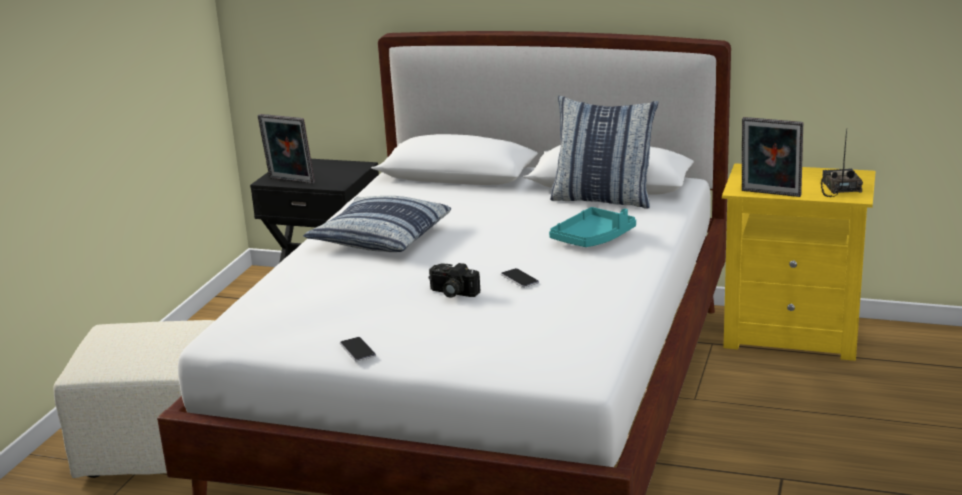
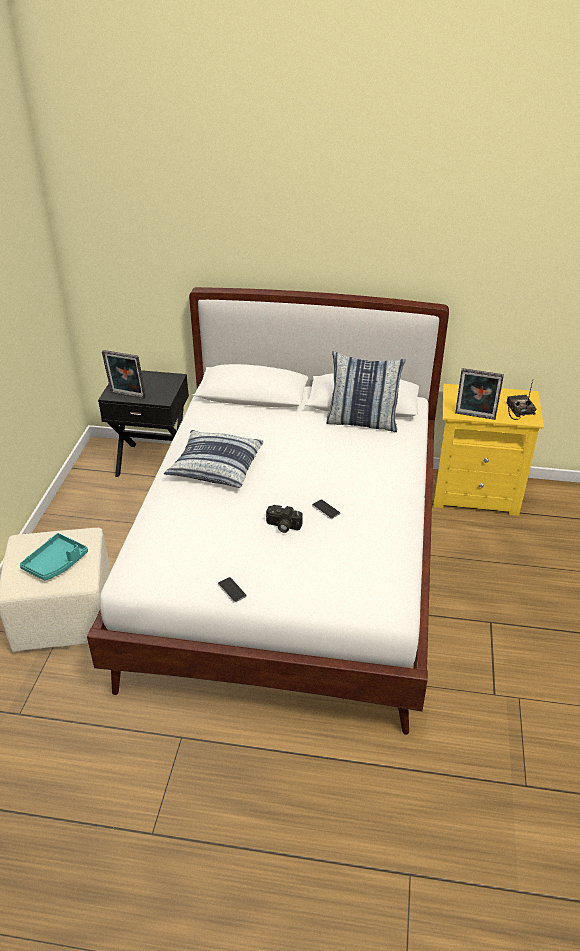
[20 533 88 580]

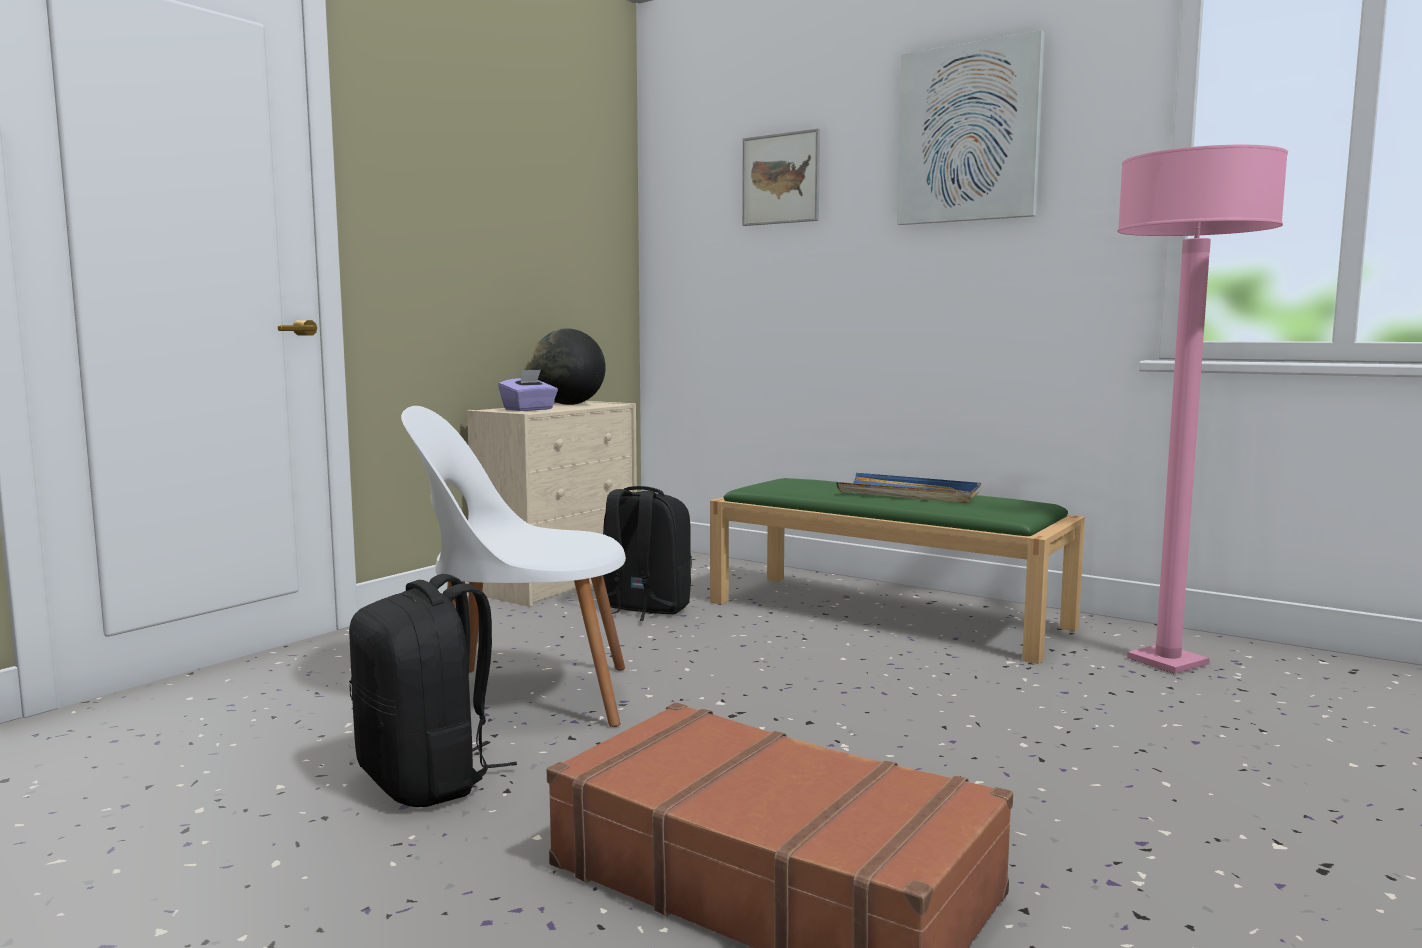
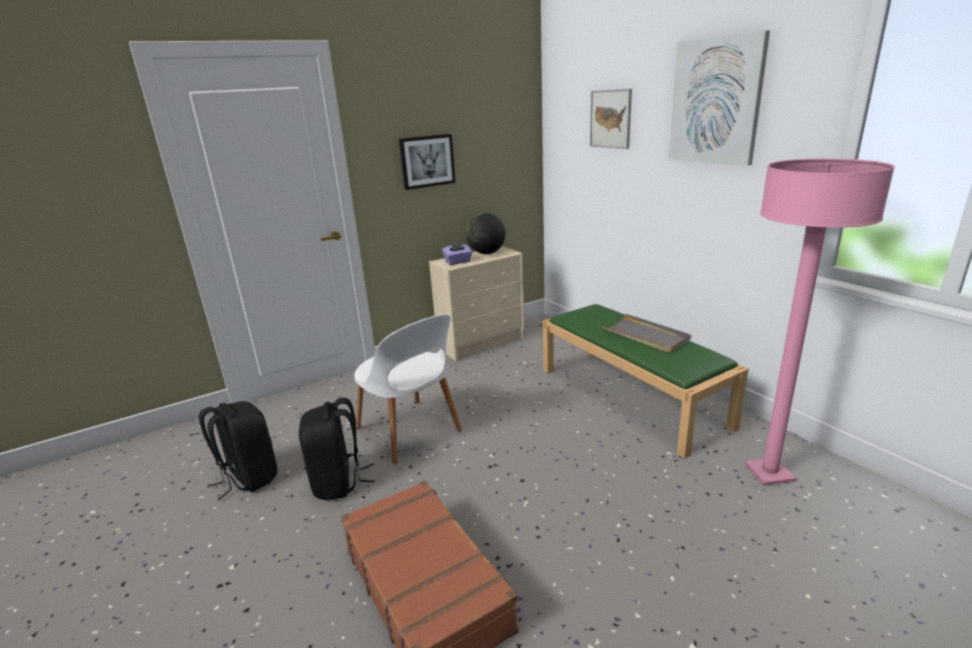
[354 314 462 465]
[602 314 691 353]
[199 401 278 500]
[399 134 455 190]

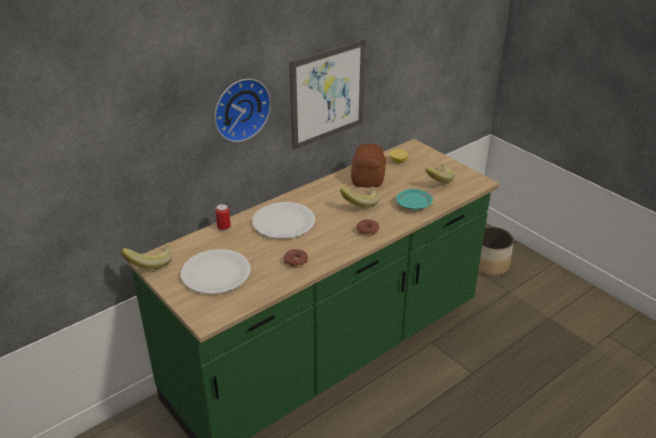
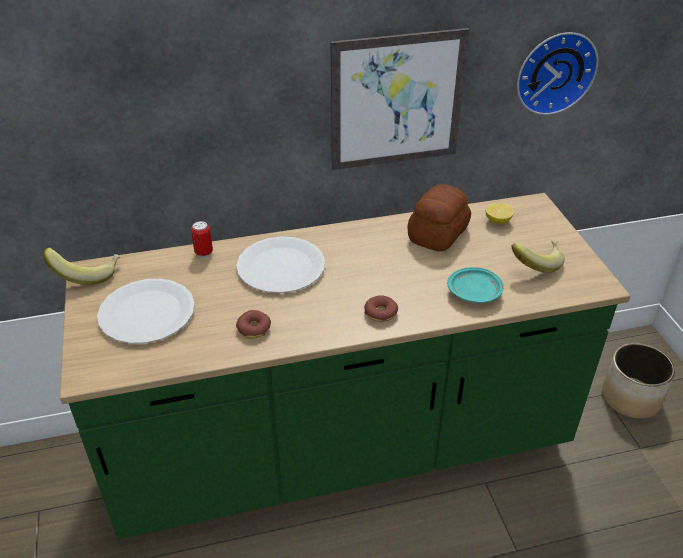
[517 32 598 115]
[340 187 379 208] (first image)

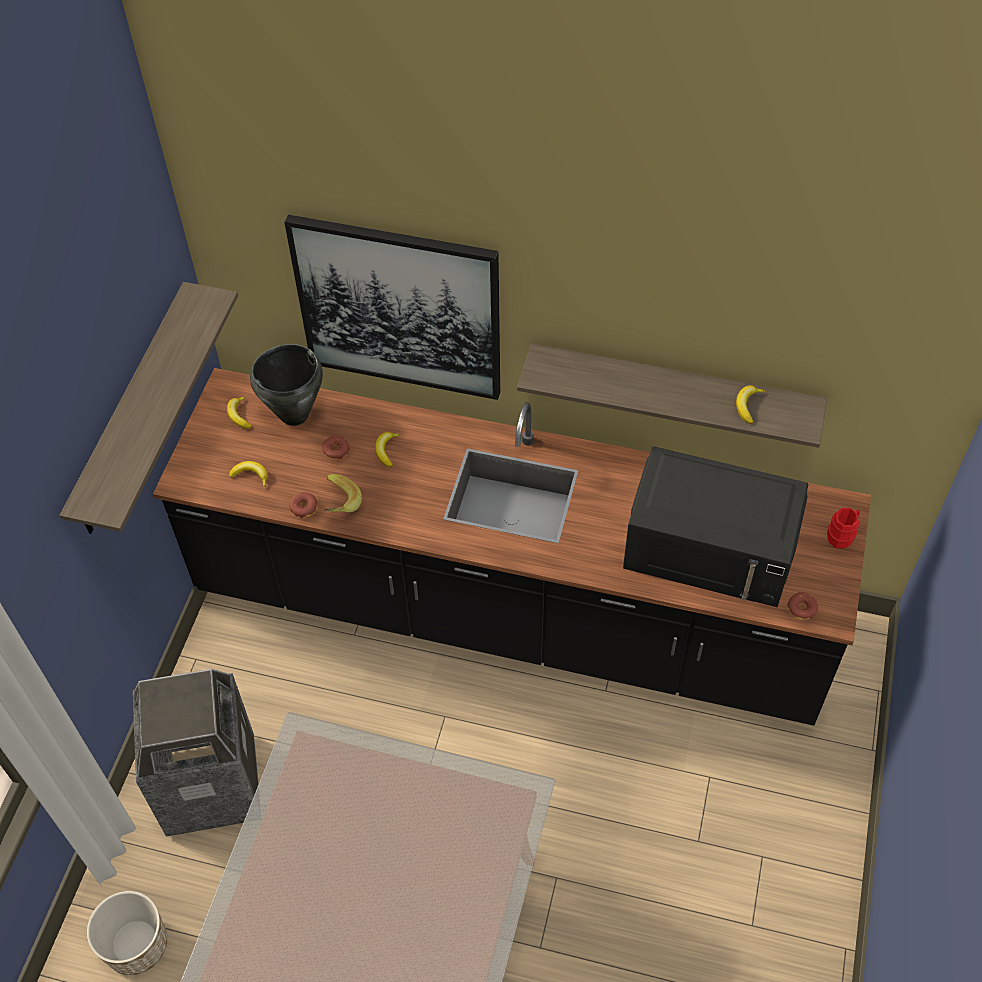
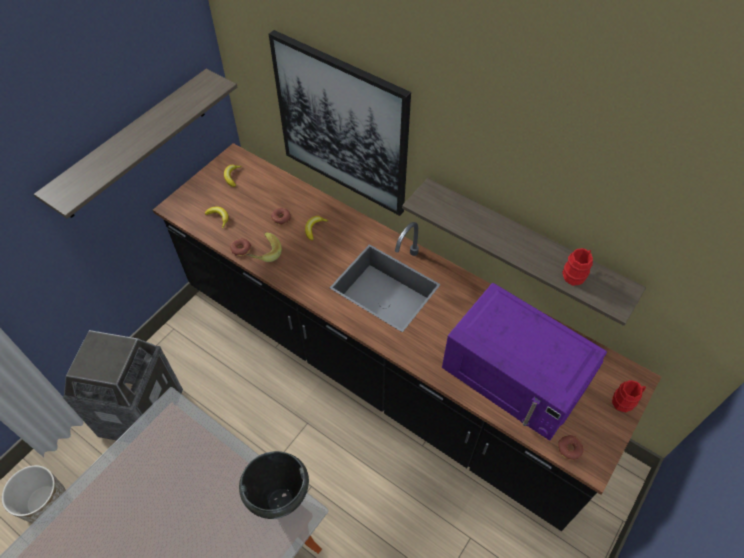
[239 451 309 519]
[562 248 593 286]
[442 283 607 441]

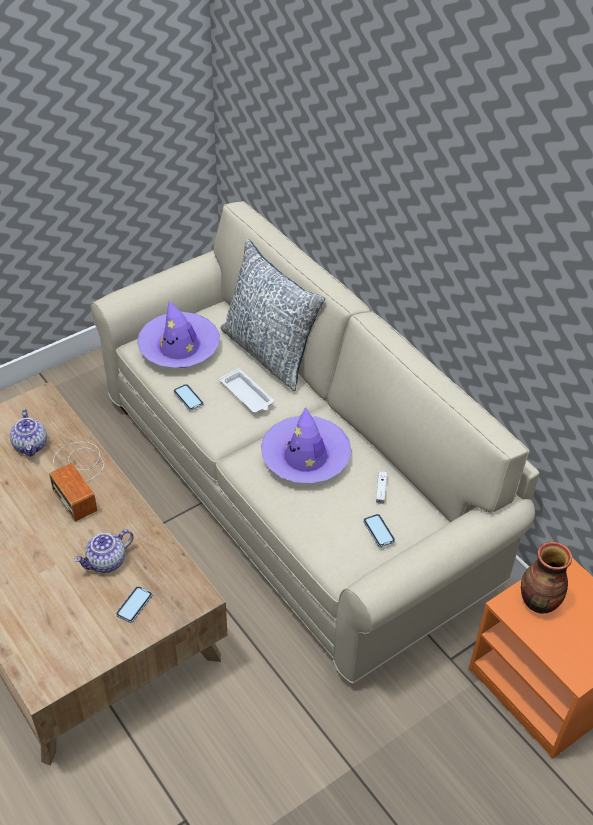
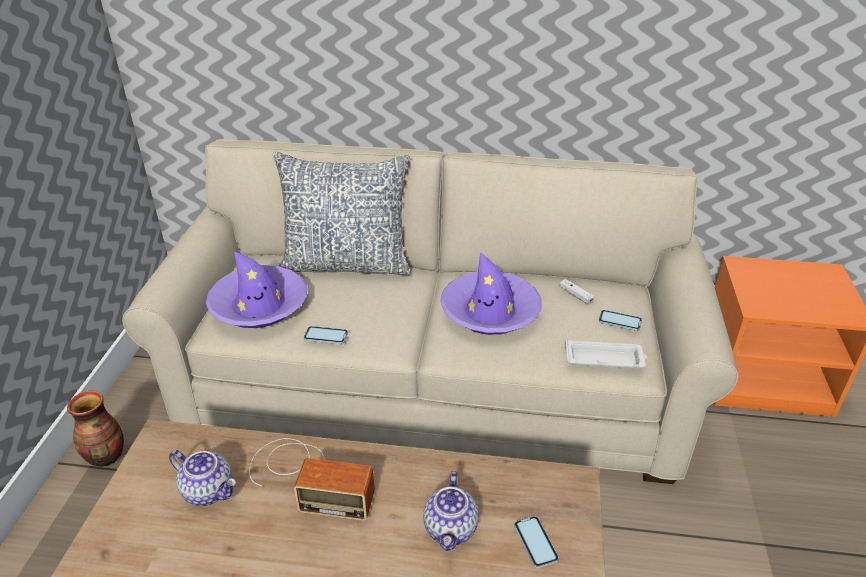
[565 340 647 368]
[67 391 124 467]

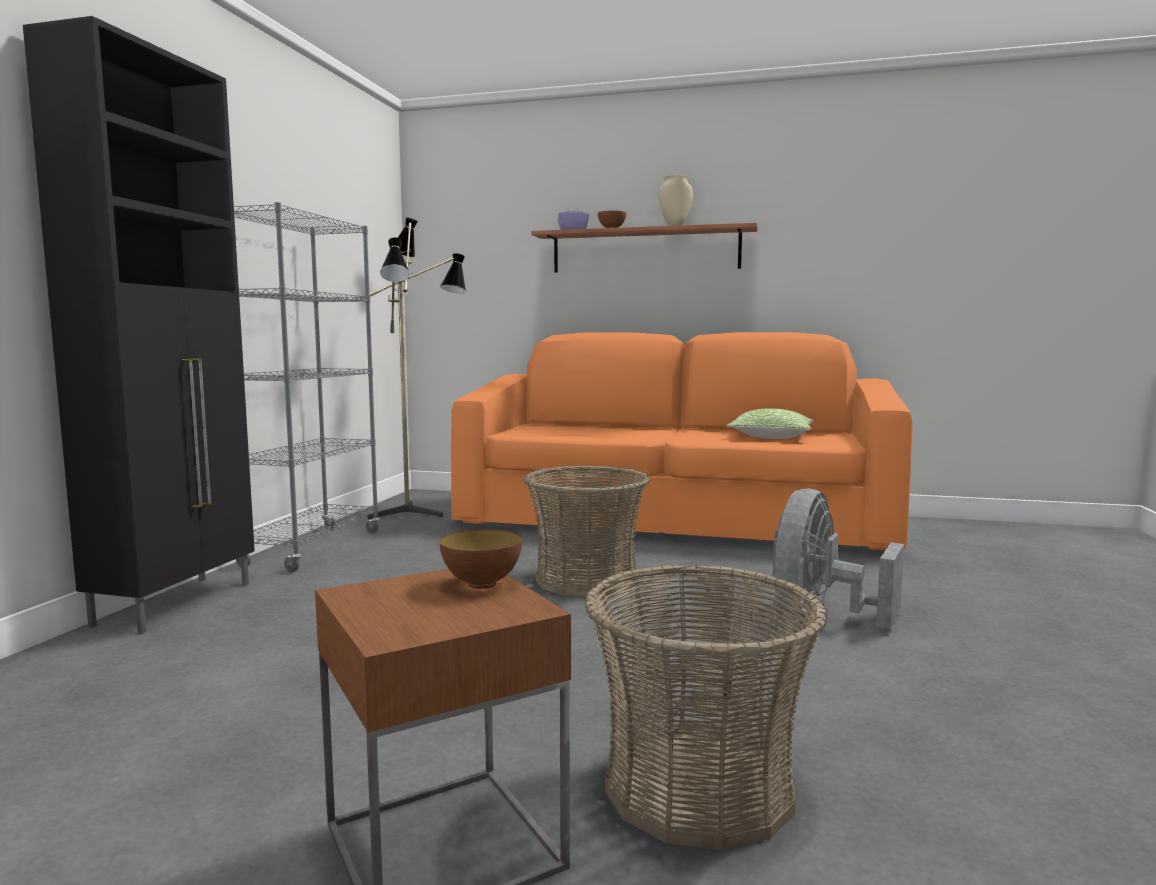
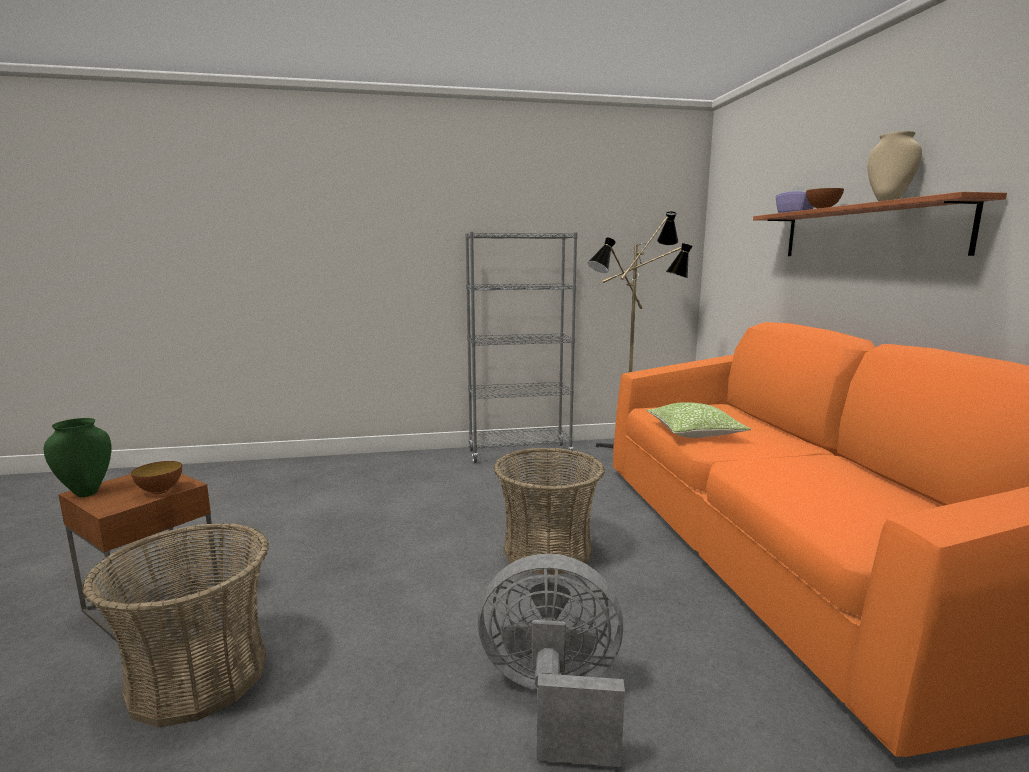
[23 16 255 634] (first image)
[647 402 751 438]
[44 418 112 497]

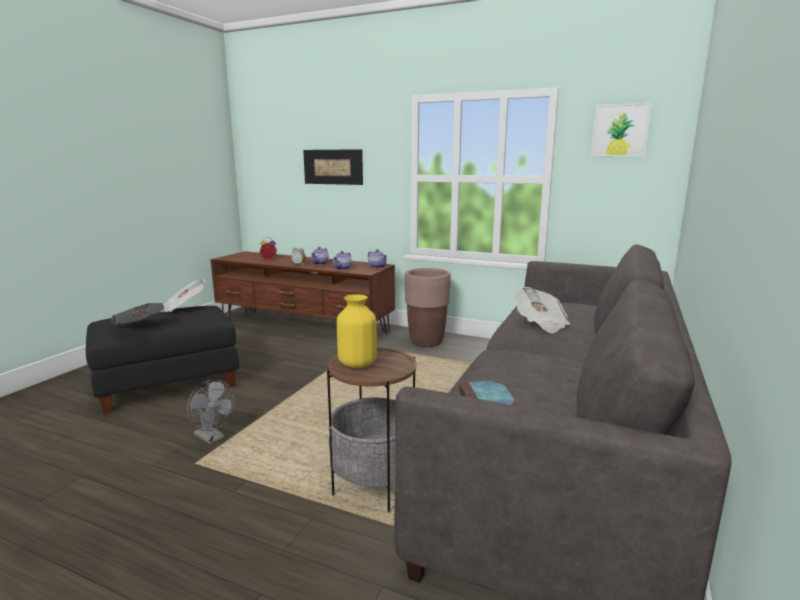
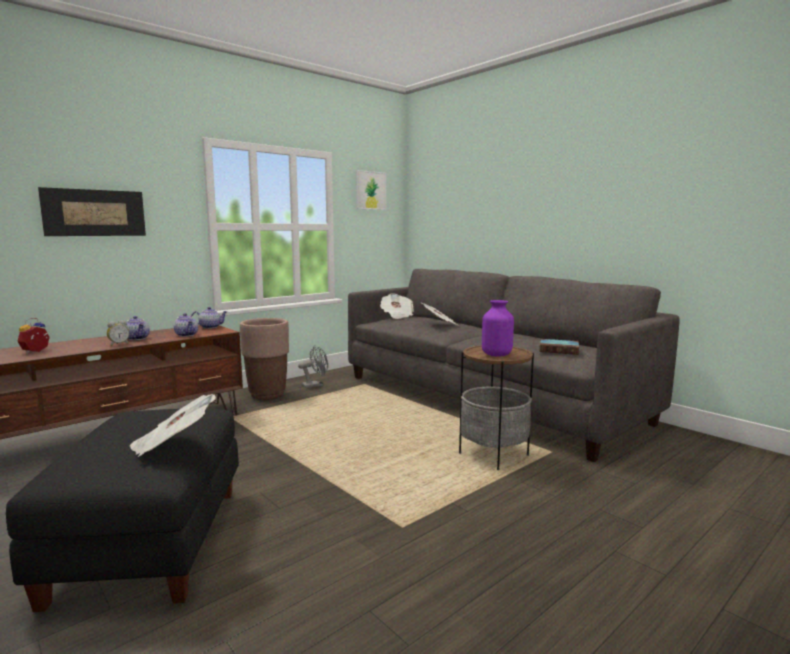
[380 294 414 319]
[482 300 514 357]
[298 345 328 388]

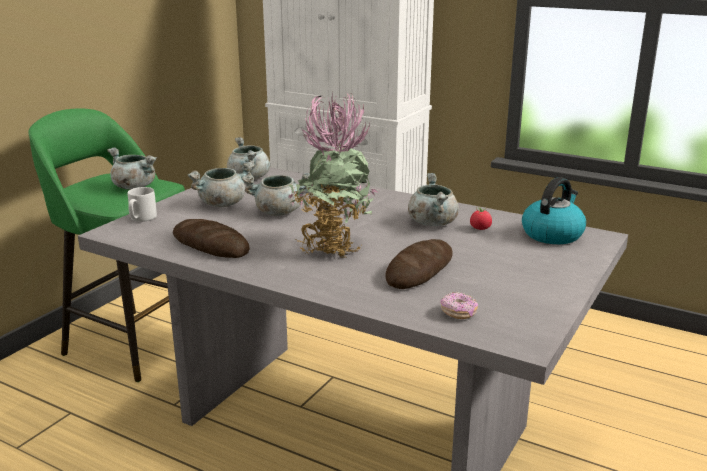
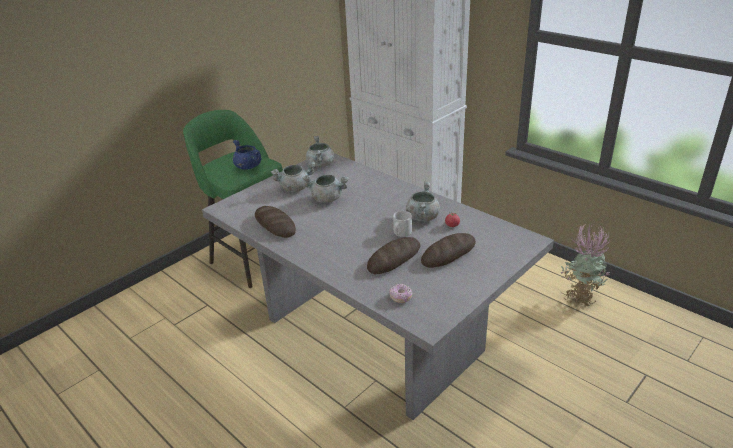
[561 222 610 307]
[232 140 261 170]
[522 177 586 244] (first image)
[393 211 412 237]
[421 233 476 268]

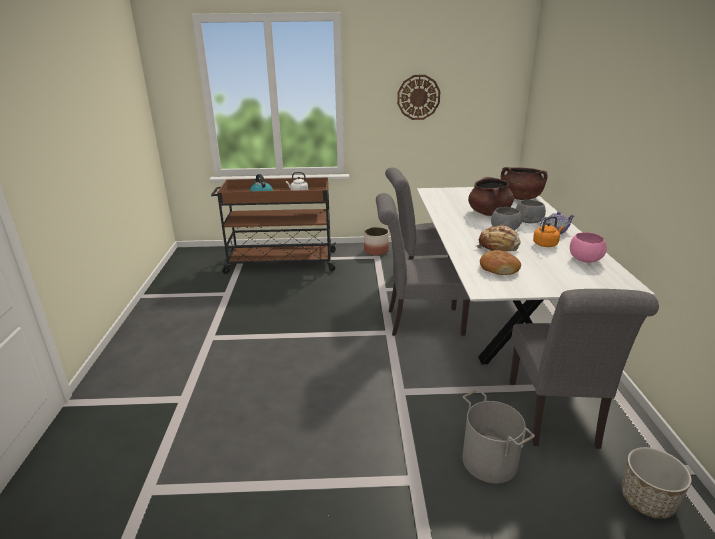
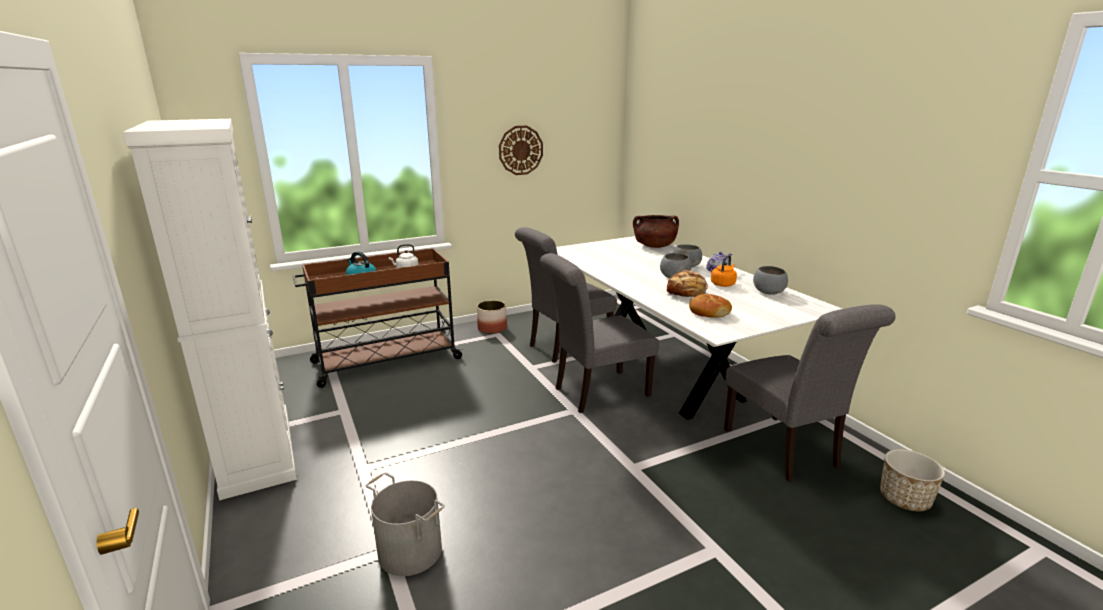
[468 177 514 216] (first image)
[753 266 788 295]
[365 472 445 576]
[123 119 297 500]

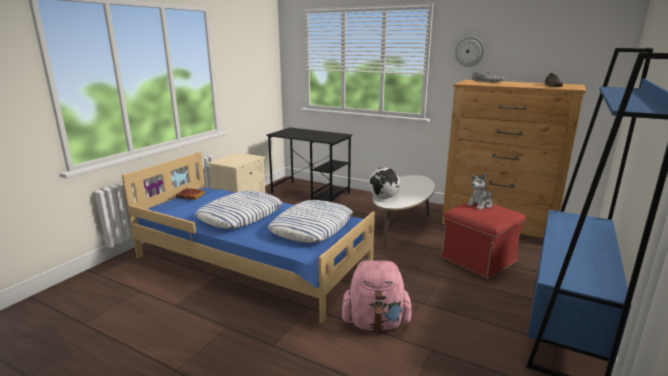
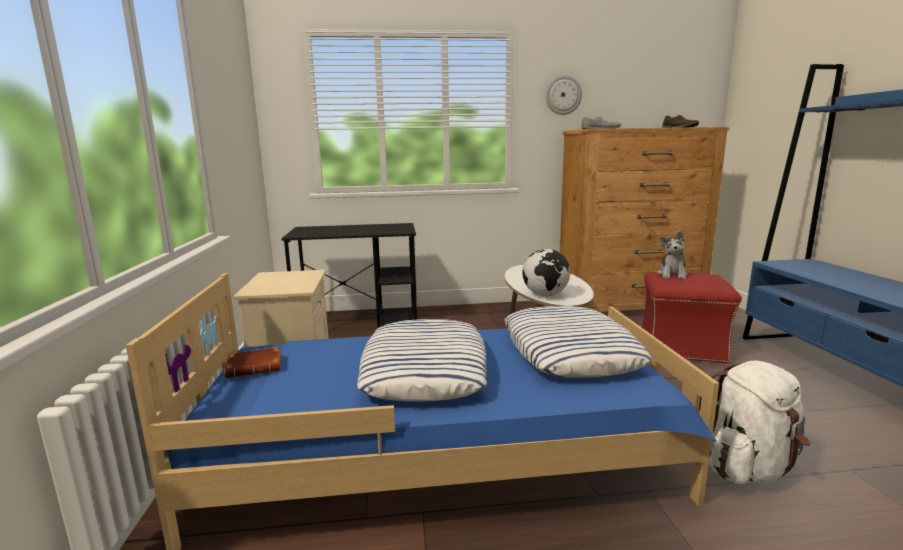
[699 360 811 484]

